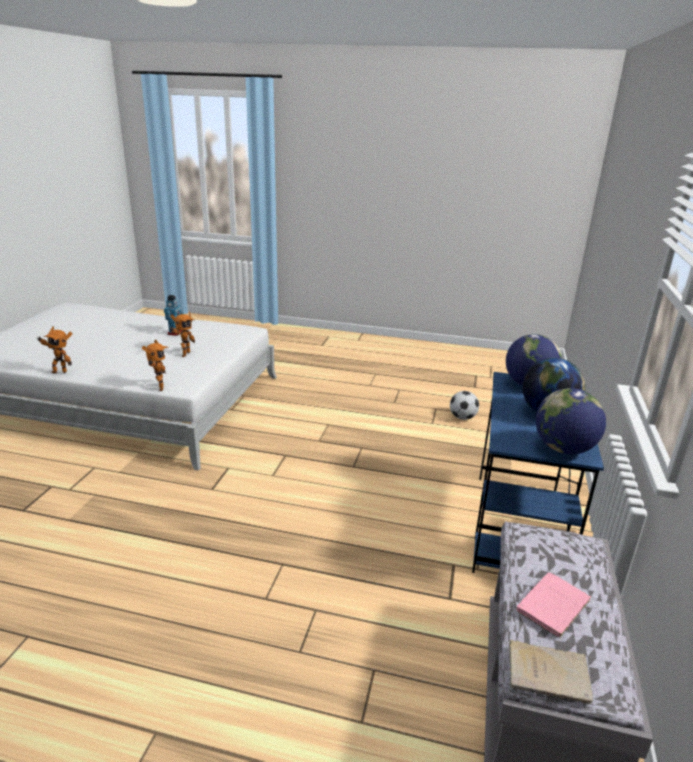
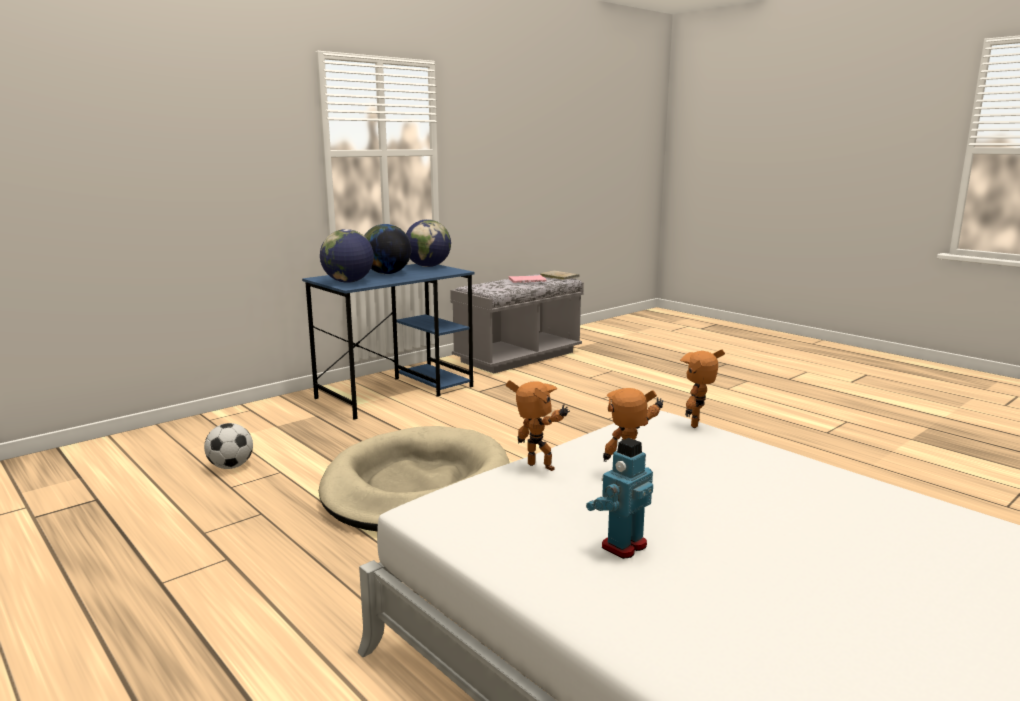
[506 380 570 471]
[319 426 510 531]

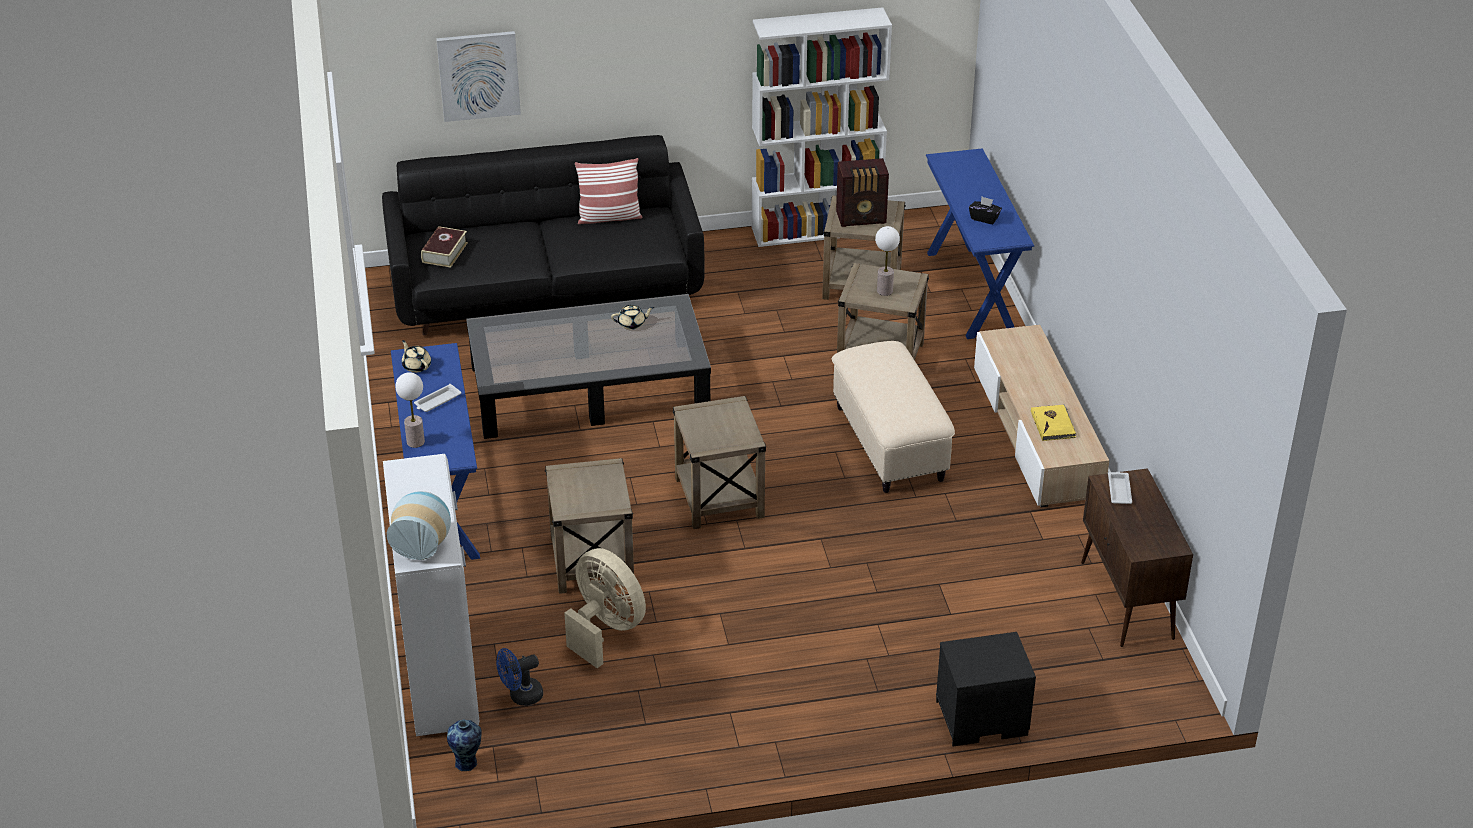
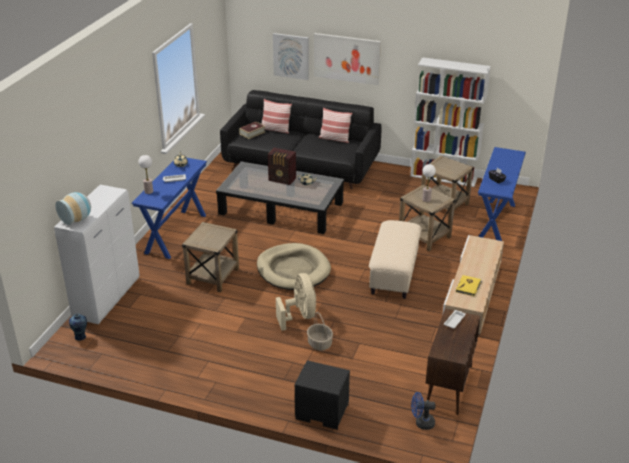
[268 148 296 185]
[257 243 331 290]
[276 273 316 331]
[411 392 436 430]
[314 33 381 85]
[262 99 292 134]
[307 312 333 351]

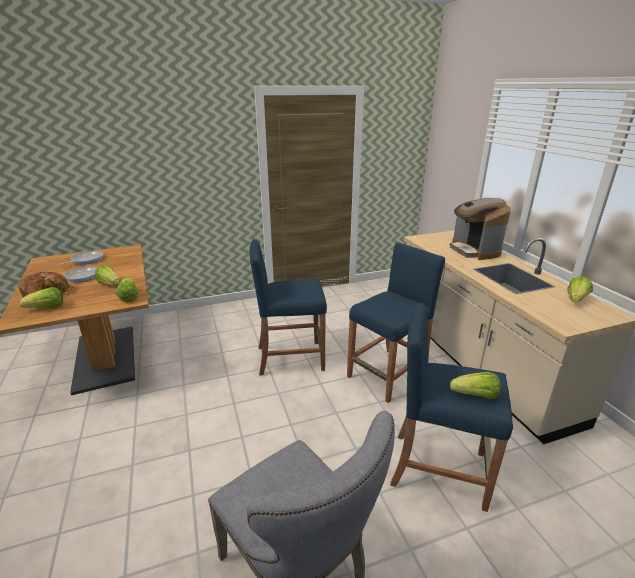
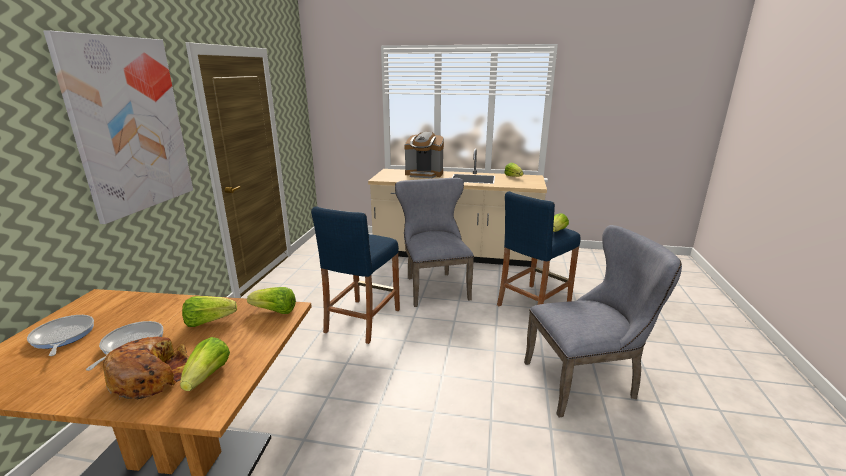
[395 178 474 307]
[43 30 193 224]

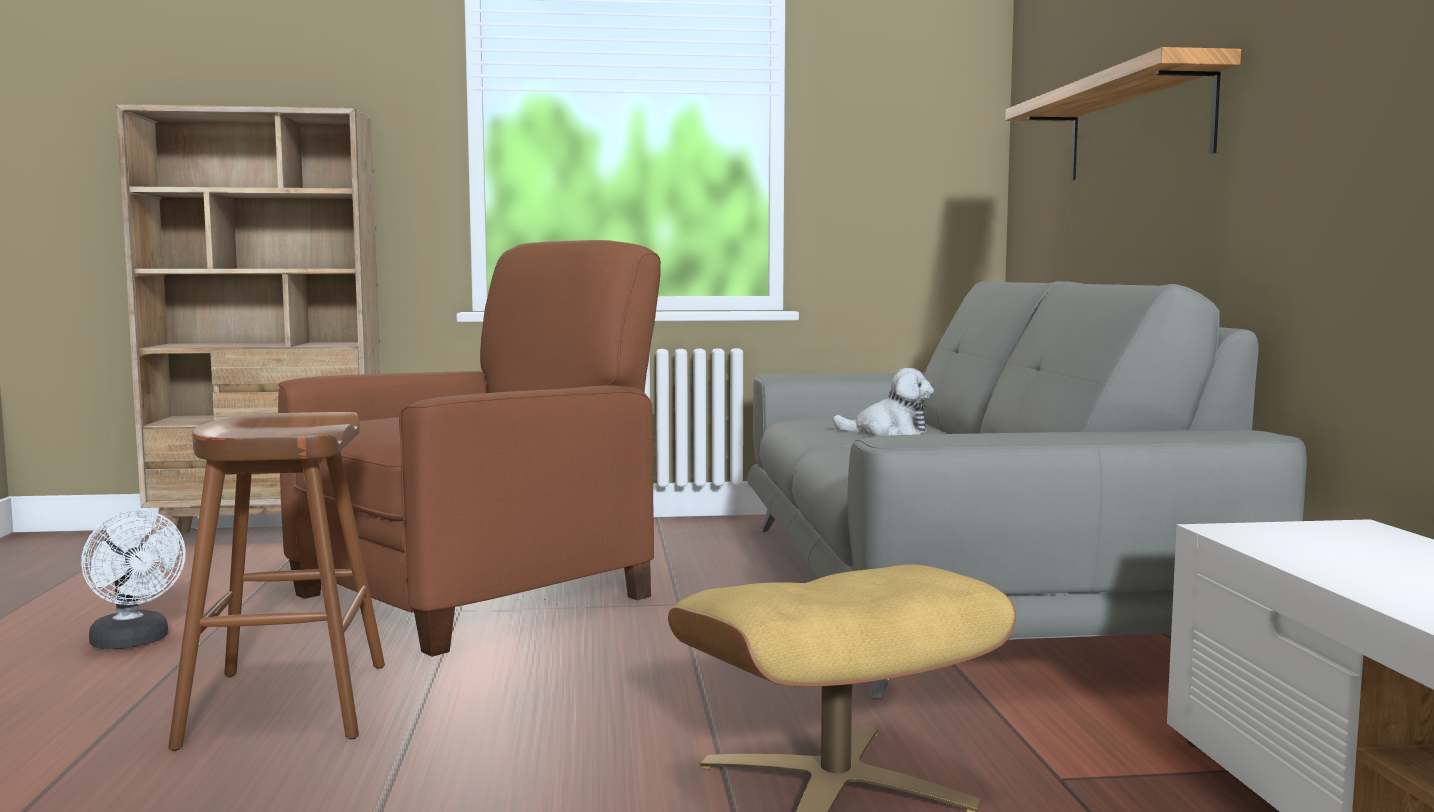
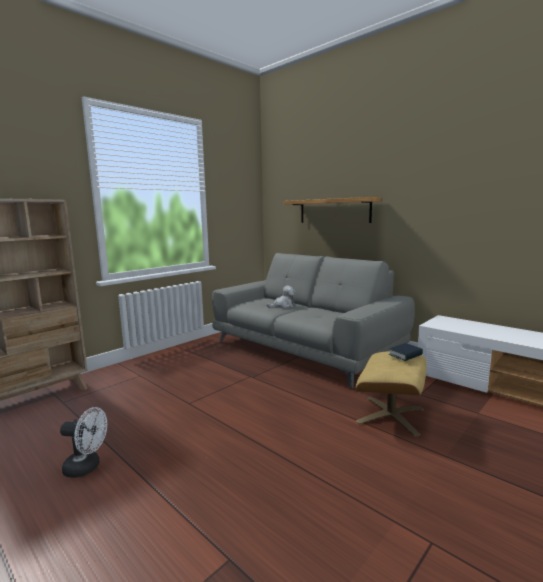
[278 240 661 657] (first image)
[168 412 385 751] (first image)
[388 343 423 361]

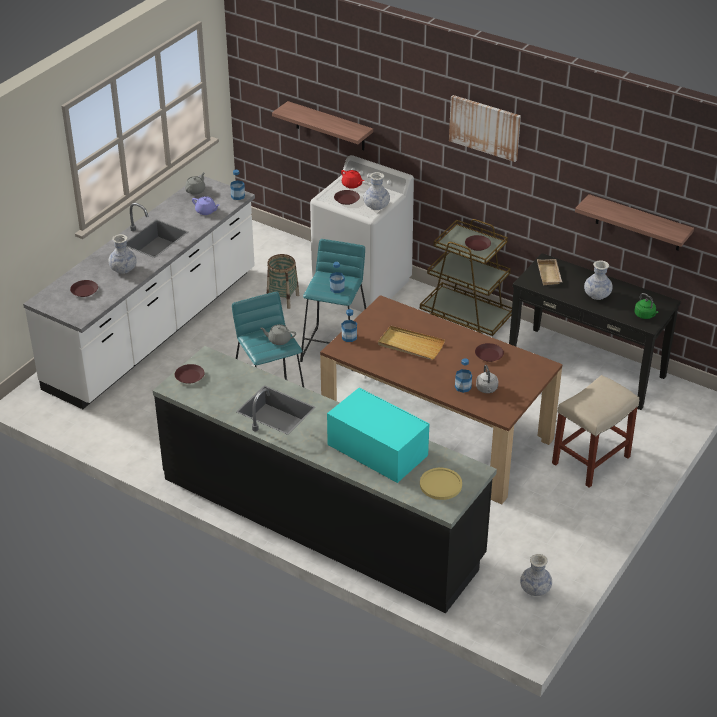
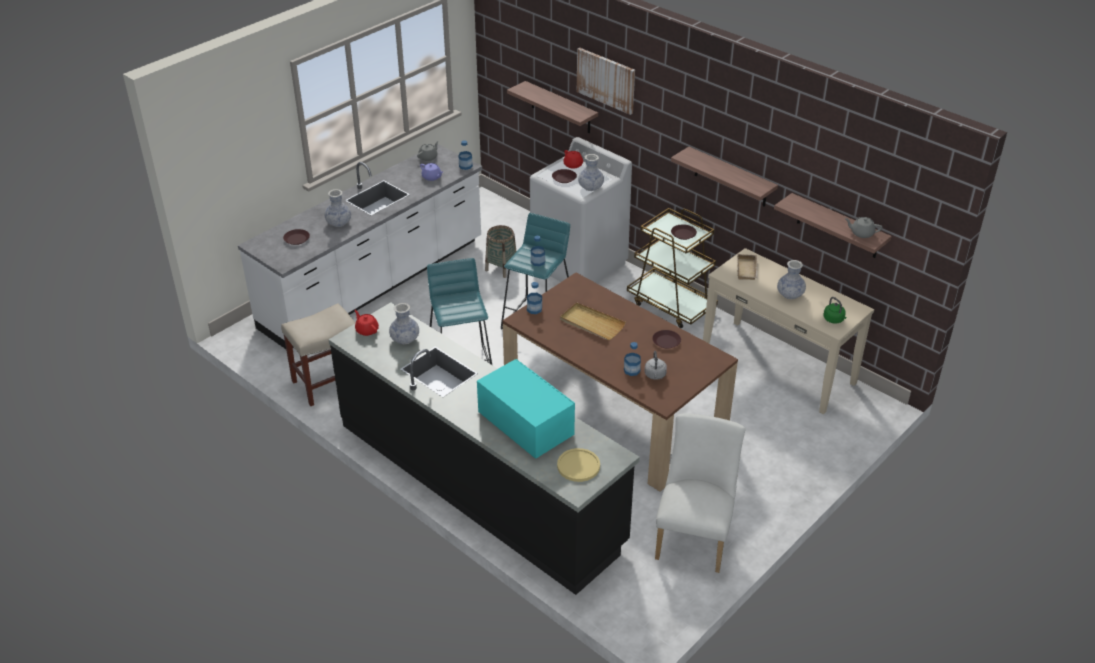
[577 48 635 115]
[703 248 874 414]
[845 217 882 238]
[355 310 379 336]
[281 304 355 406]
[389 303 419 344]
[671 147 778 207]
[655 413 746 573]

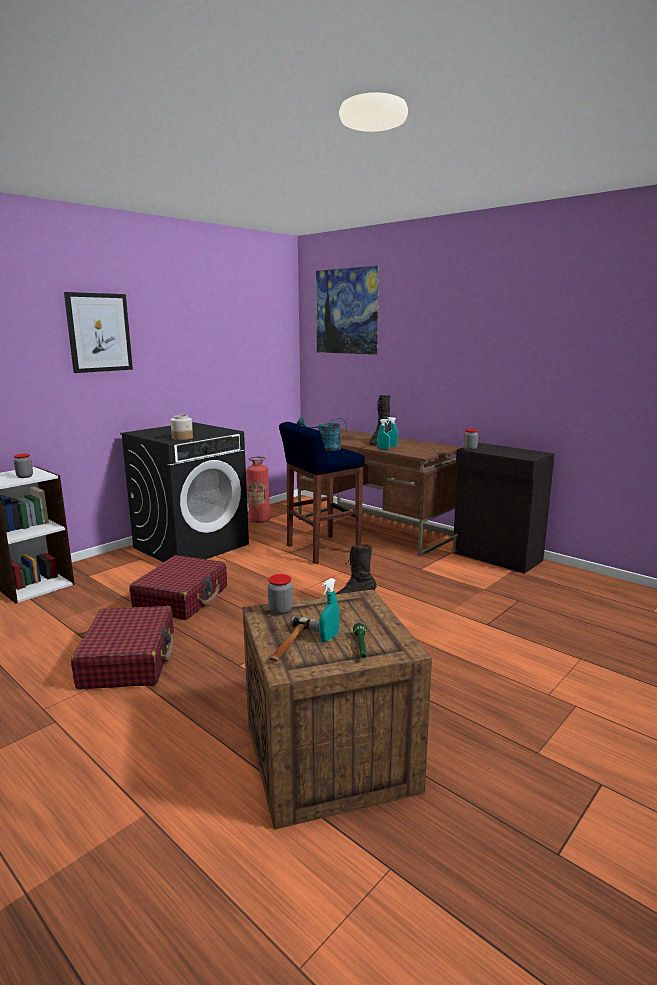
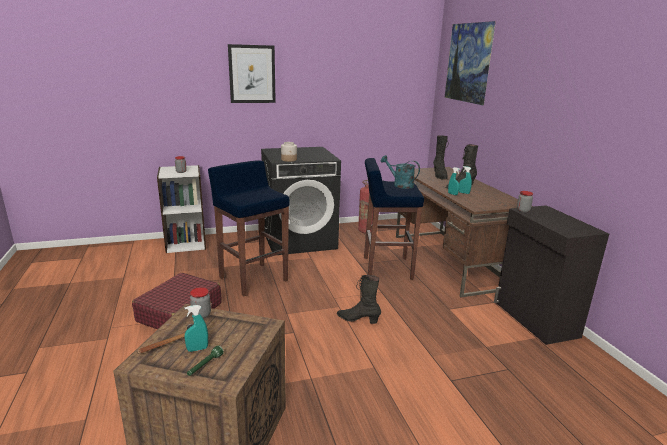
[208 160 290 297]
[433 135 448 179]

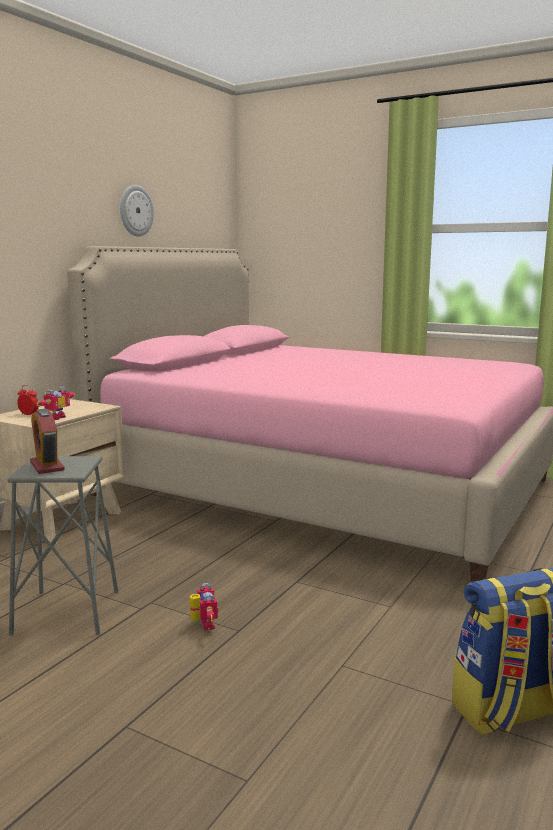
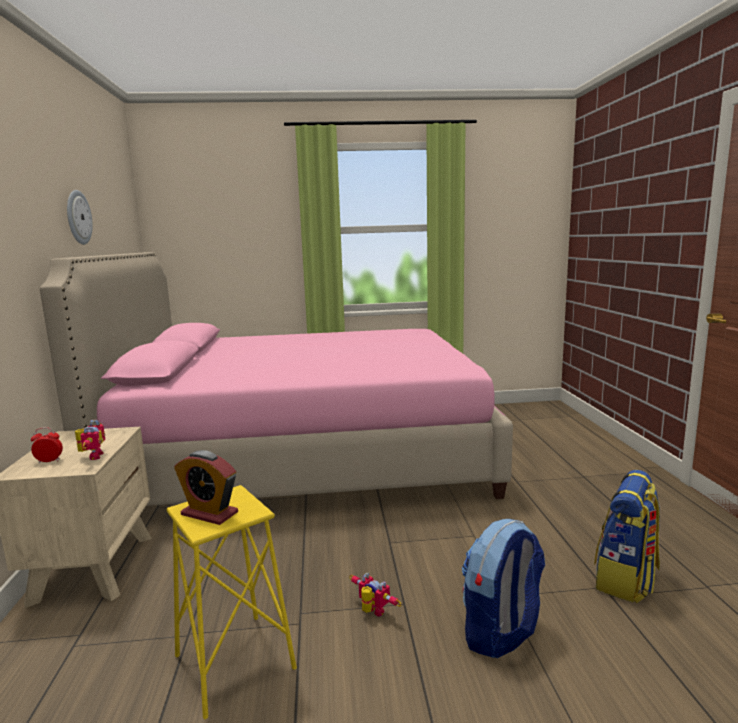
[166 485 297 719]
[462 519 545 658]

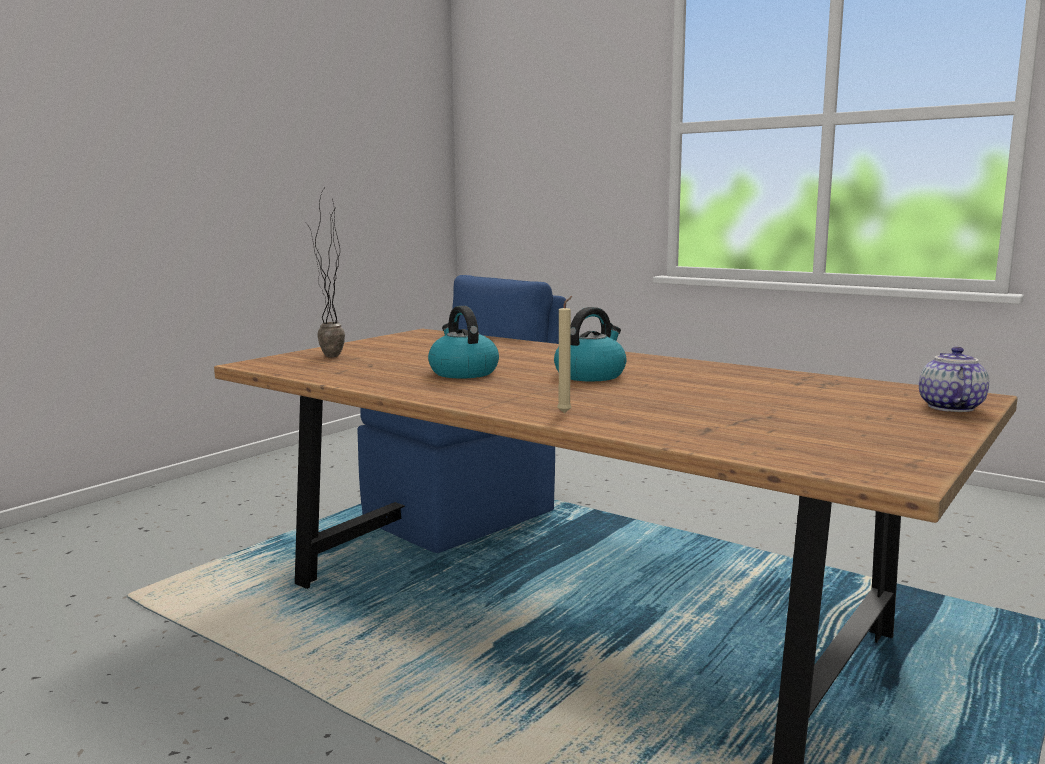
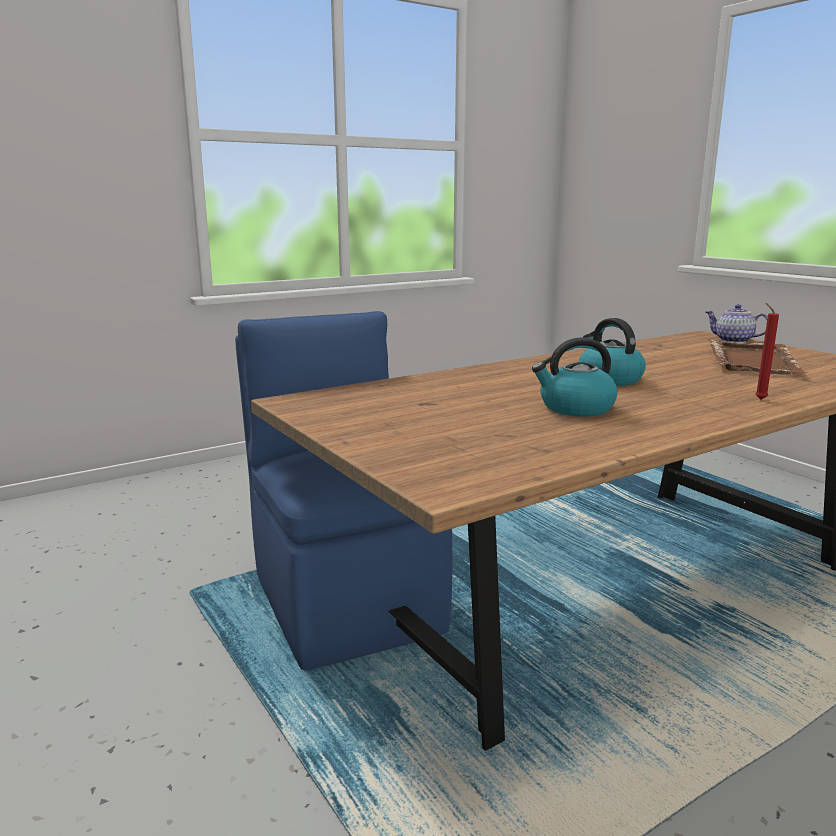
[306 186 345 357] (first image)
[755 303 779 399]
[709 340 807 375]

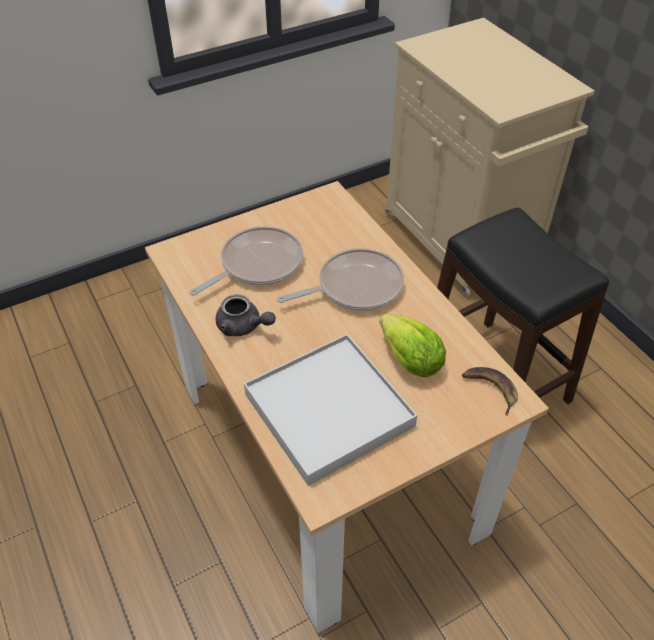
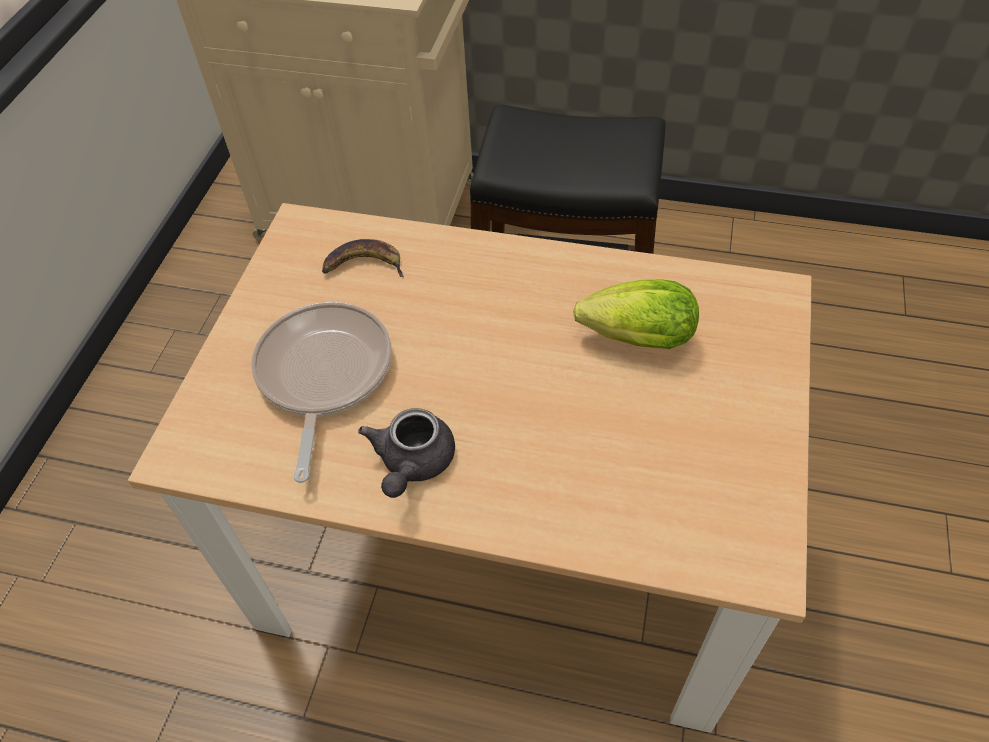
[277 248 404 311] (first image)
[358 408 455 498]
[244 334 417 486] (first image)
[322 239 403 277]

